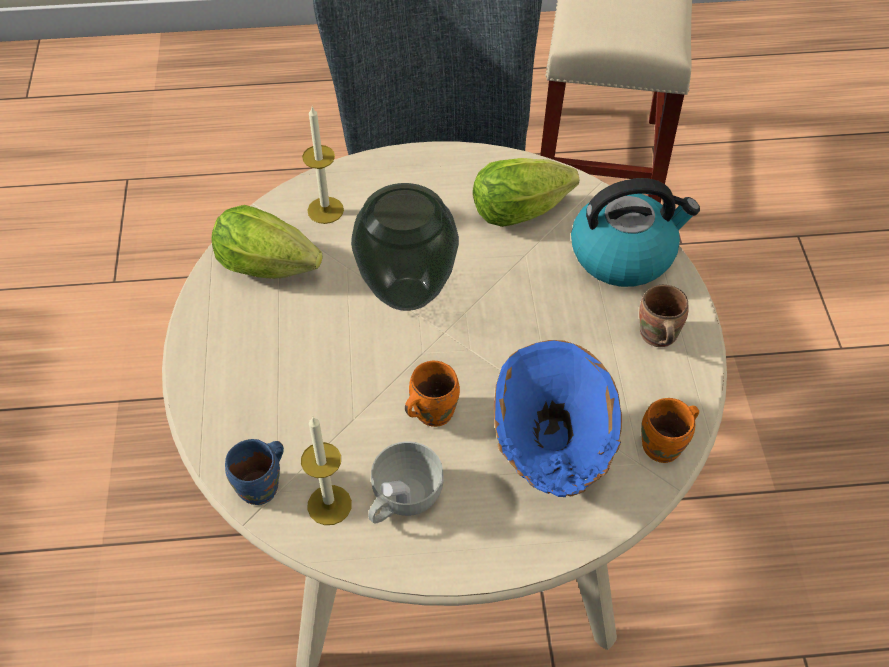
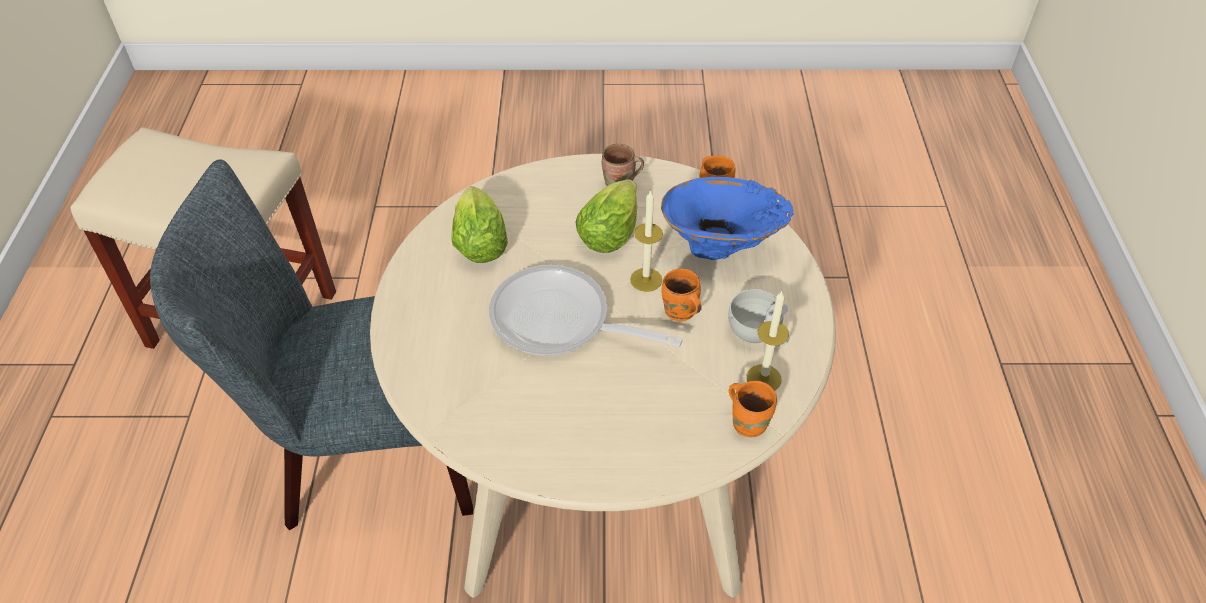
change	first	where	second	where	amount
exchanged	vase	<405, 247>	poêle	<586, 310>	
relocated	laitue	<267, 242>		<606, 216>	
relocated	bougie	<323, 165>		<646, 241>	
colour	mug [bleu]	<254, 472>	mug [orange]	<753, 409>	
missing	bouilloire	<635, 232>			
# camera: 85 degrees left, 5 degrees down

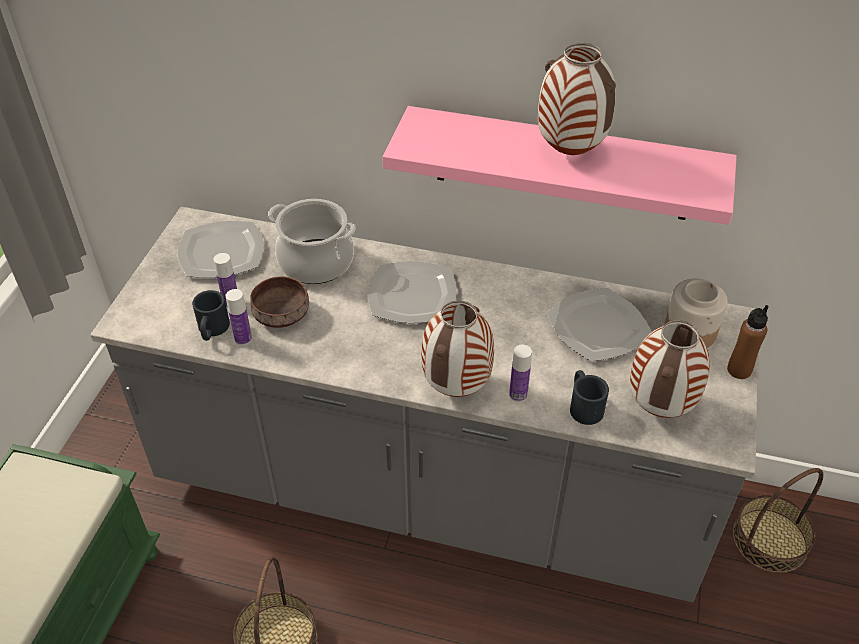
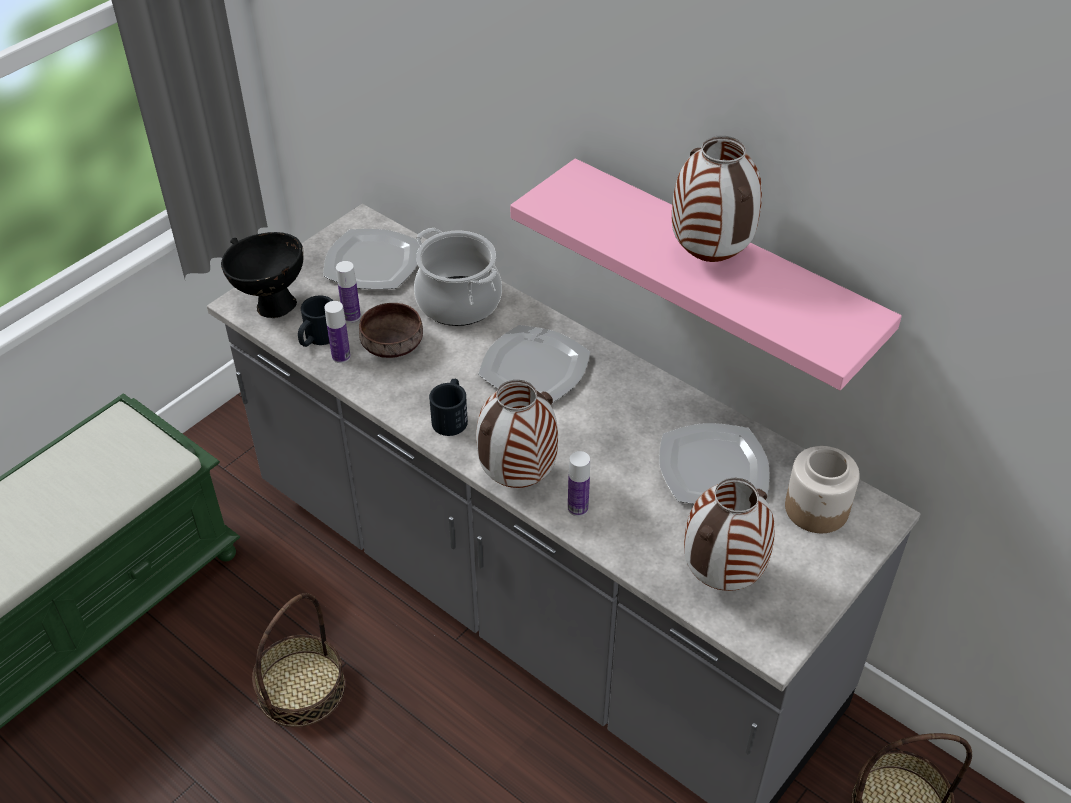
change	first	where	second	where	amount
appeared			bol [noir]	<262, 275>	
relocated	mug [noir]	<589, 397>		<448, 407>	
missing	bouteille [marron]	<748, 342>			
# camera: 25 degrees right, 0 degrees up

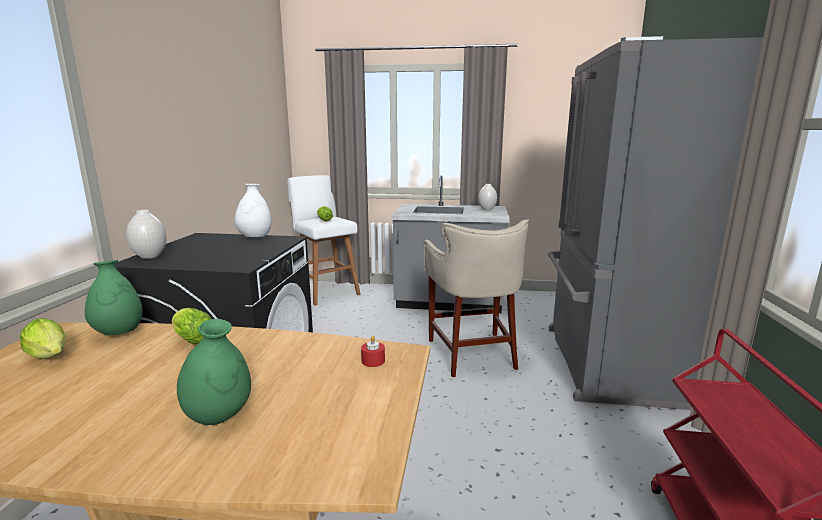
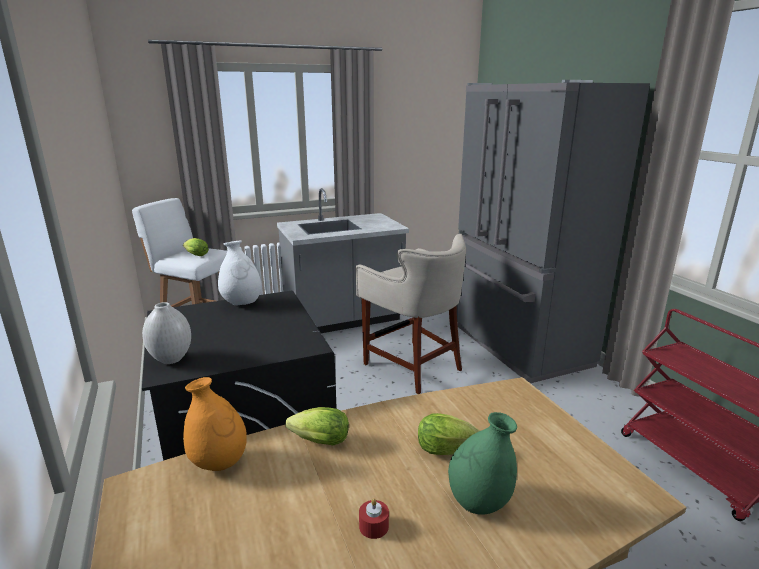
change	first	where	second	where	amount
colour	vase [vert]	<113, 298>	vase [orange]	<215, 424>	
relocated	bougie [rouge]	<373, 351>		<374, 518>	
relocated	laitue	<43, 338>		<449, 434>	
missing	vase [blanc]	<487, 197>			
# camera: 30 degrees left, 5 degrees up

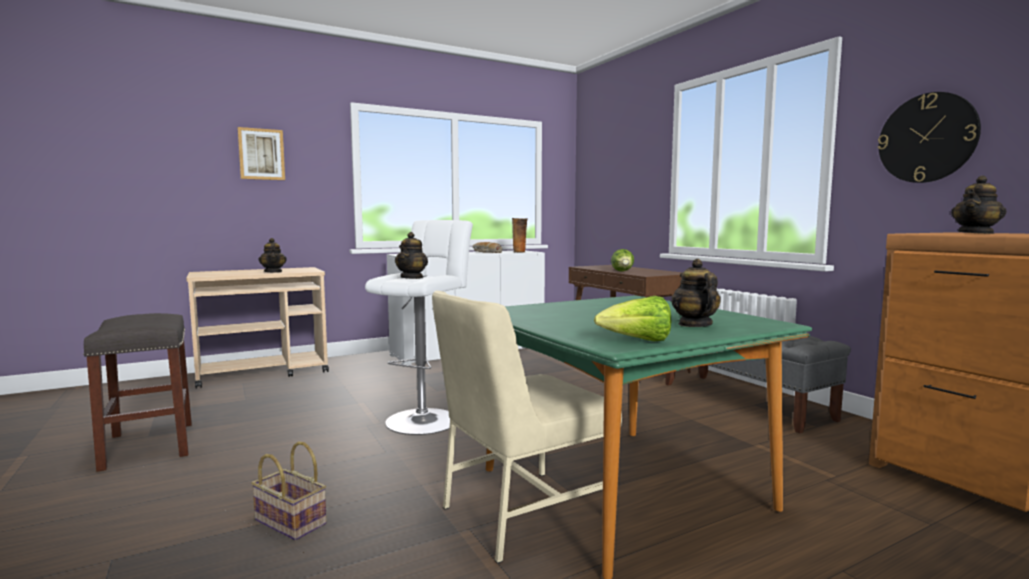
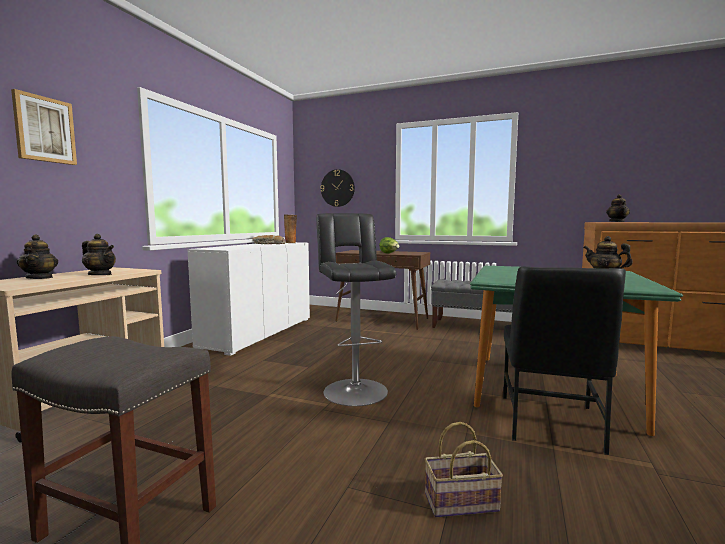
change	first	where	second	where	amount
relocated	théière	<411, 255>		<37, 257>	
colour	tabouret [blanc]	<419, 327>	tabouret [noir]	<356, 309>	
relocated	horloge murale	<929, 137>		<337, 188>	
colour	chaise [beige]	<527, 427>	chaise [noir]	<564, 361>	
missing	laitue	<632, 318>			
# camera: 40 degrees left, 0 degrees up

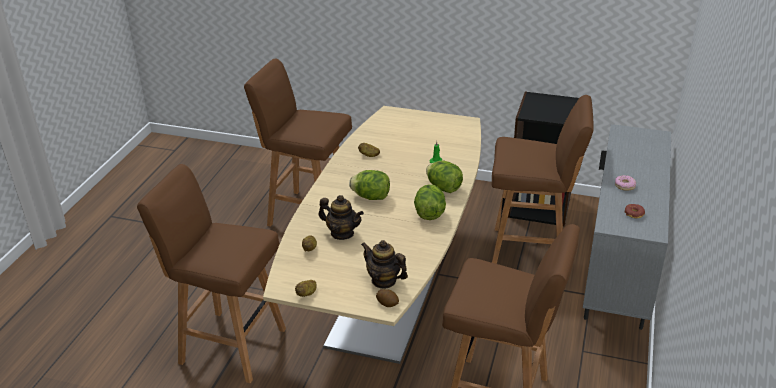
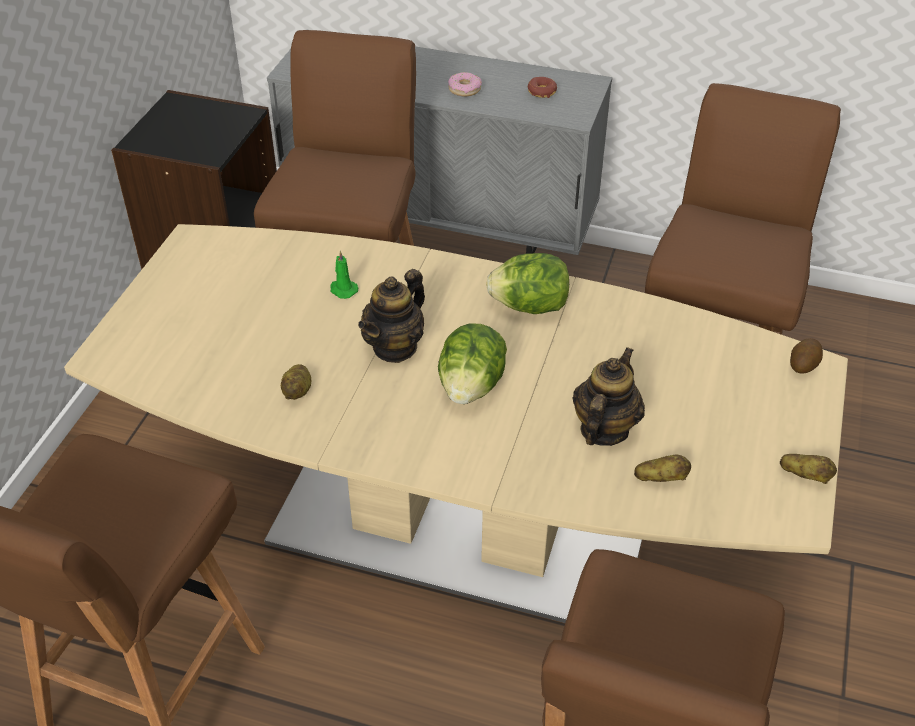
change	first	where	second	where	amount
relocated	théière	<384, 264>		<391, 316>	
missing	laitue	<444, 176>			
# camera: 90 degrees left, 10 degrees up

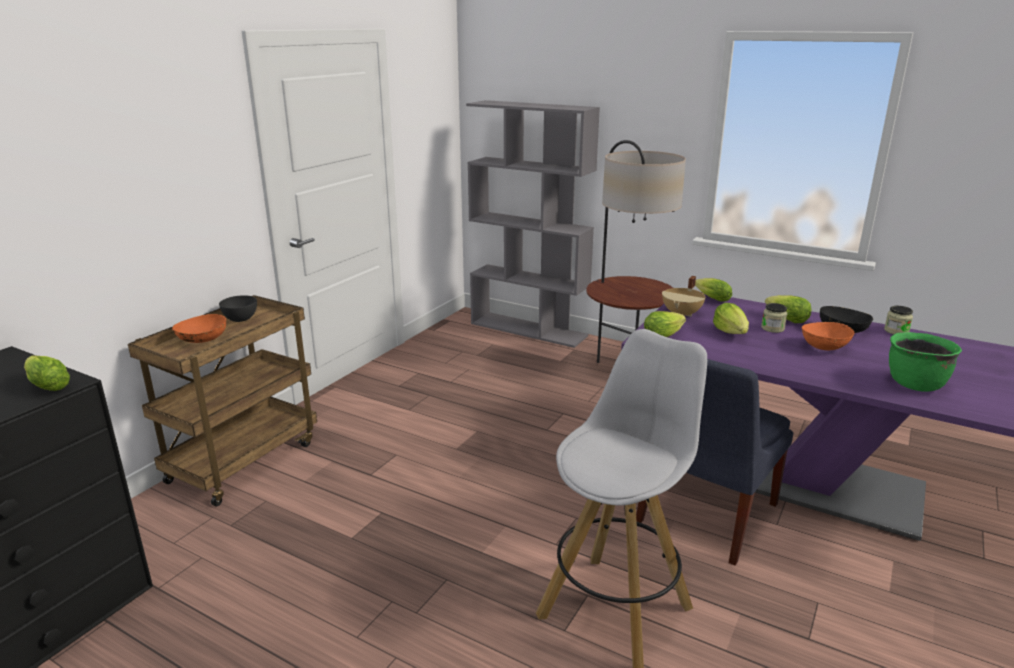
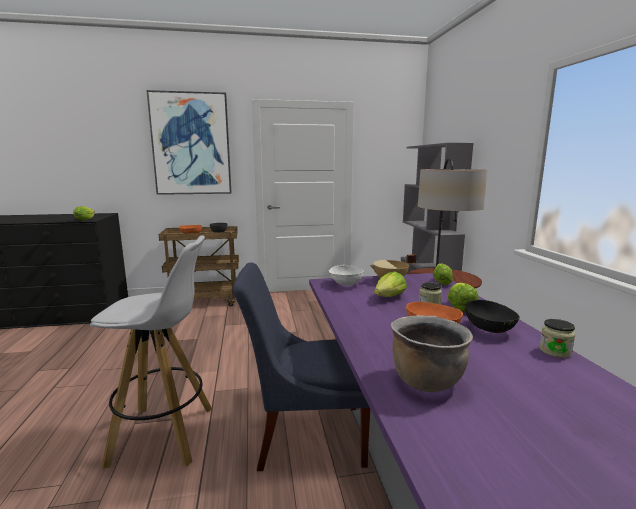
change	first	where	second	where	amount
appeared			tableau	<189, 142>	
exchanged	laitue	<665, 324>	bol [blanc]	<346, 275>	
colour	marmite [vert]	<925, 362>	marmite [marron]	<432, 353>	
# camera: 50 degrees right, 10 degrees down

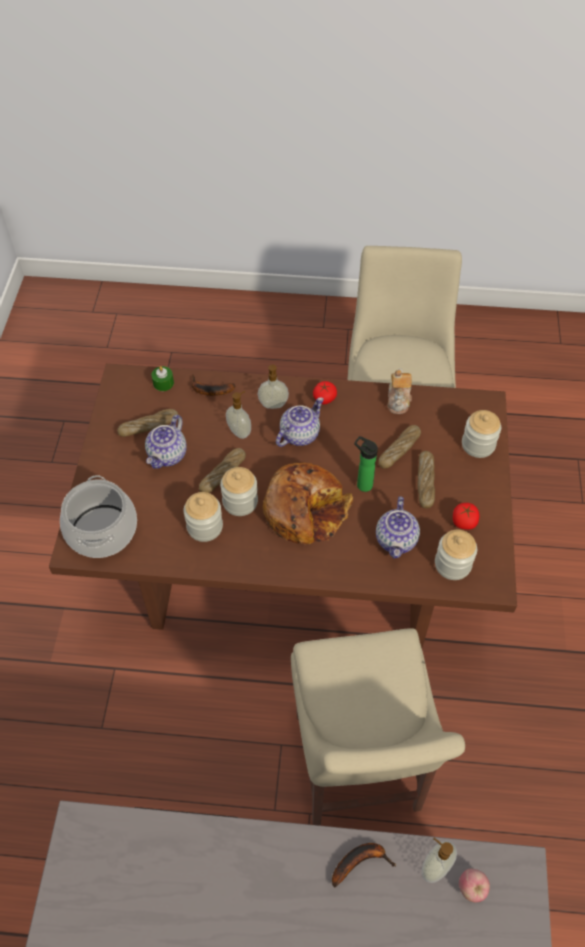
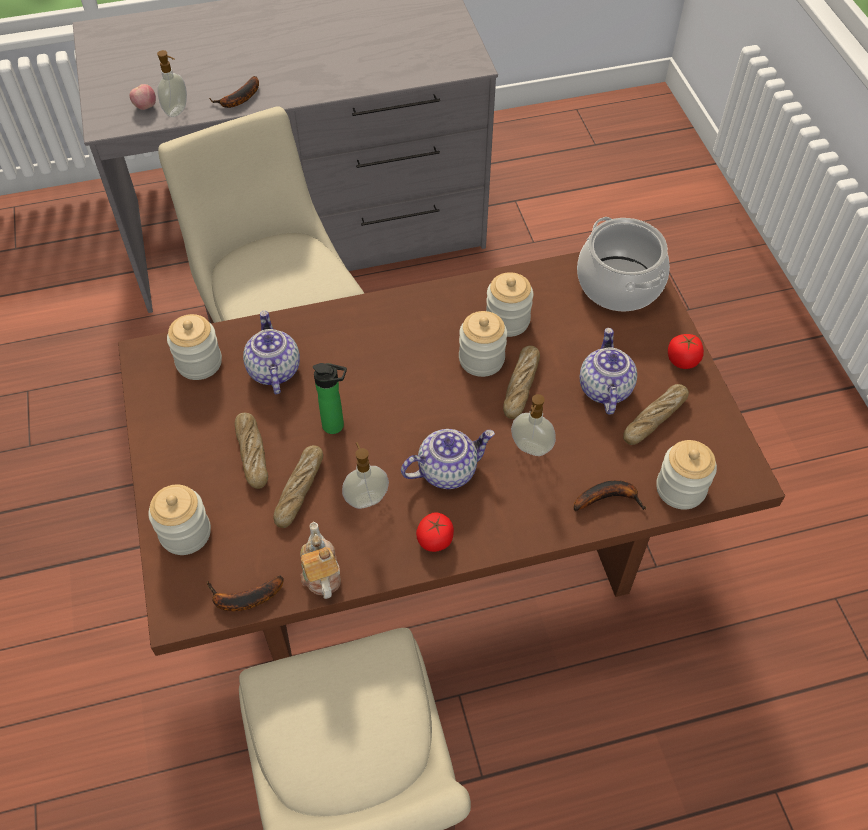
change	first	where	second	where	amount
appeared			banane	<245, 593>	
relocated	distributeur de savon	<273, 386>		<365, 475>	
spun	théière	<300, 422>		<448, 459>	135 degrees counterclockwise
exchanged	bougie [vert]	<162, 378>	bocal	<686, 475>	
relocated	tomate	<466, 516>		<686, 351>	
missing	pain	<308, 504>			
# camera: 160 degrees right, 0 degrees up

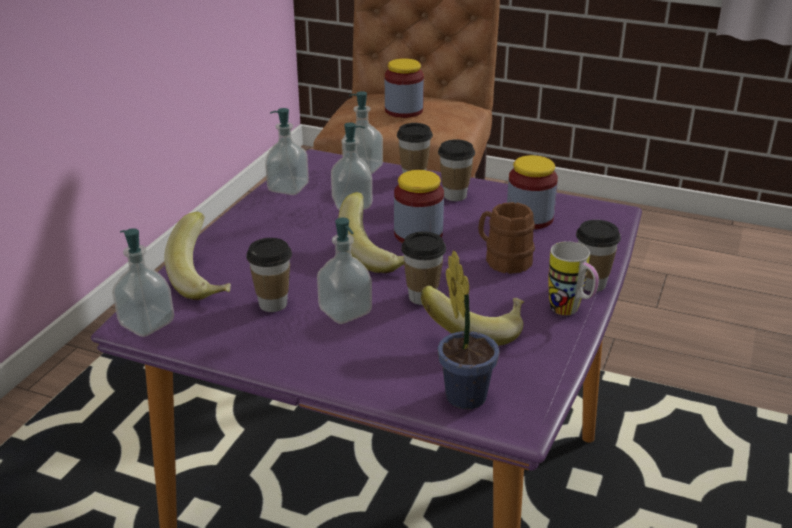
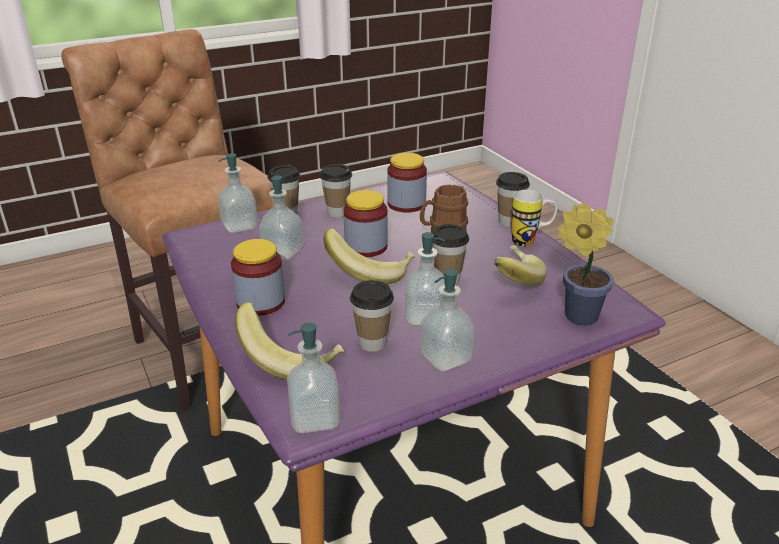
change	first	where	second	where	amount
relocated	bocal	<404, 88>		<258, 277>	
relocated	distributeur de savon	<287, 151>		<447, 320>	
# camera: 50 degrees left, 0 degrees up

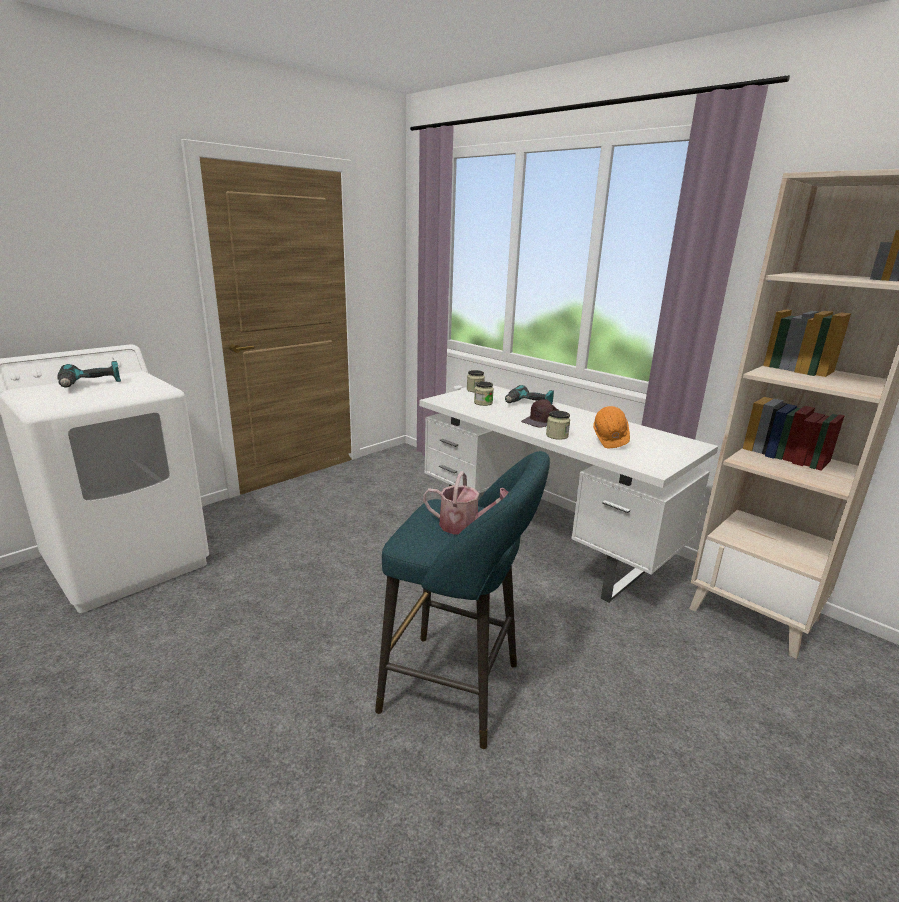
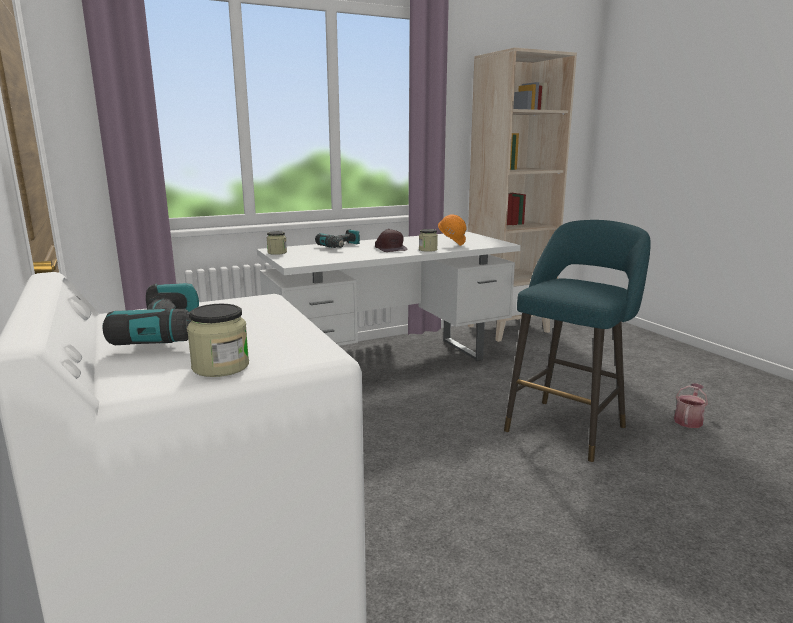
change	first	where	second	where	amount
relocated	bocal	<484, 393>		<218, 340>	
relocated	arrosoir	<466, 502>		<691, 405>	
# camera: 70 degrees left, 5 degrees down

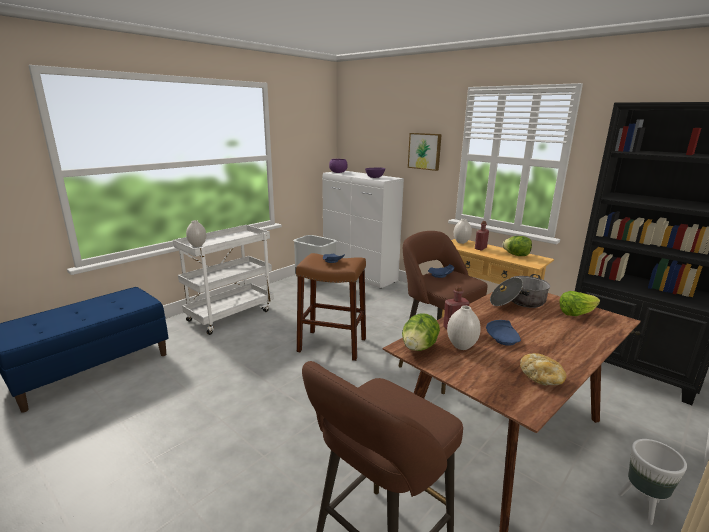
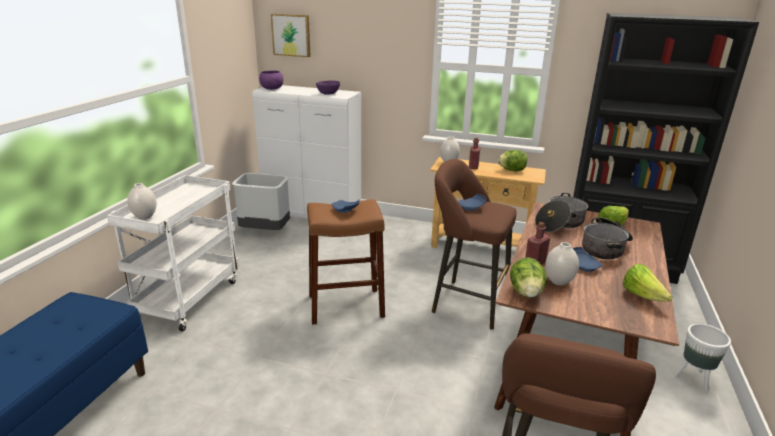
change	first	where	second	where	amount
relocated	tableau	<425, 152>		<291, 35>	
appeared			marmite	<607, 238>	
exchanged	pain	<543, 369>	laitue	<648, 283>	
# camera: 25 degrees left, 5 degrees up

